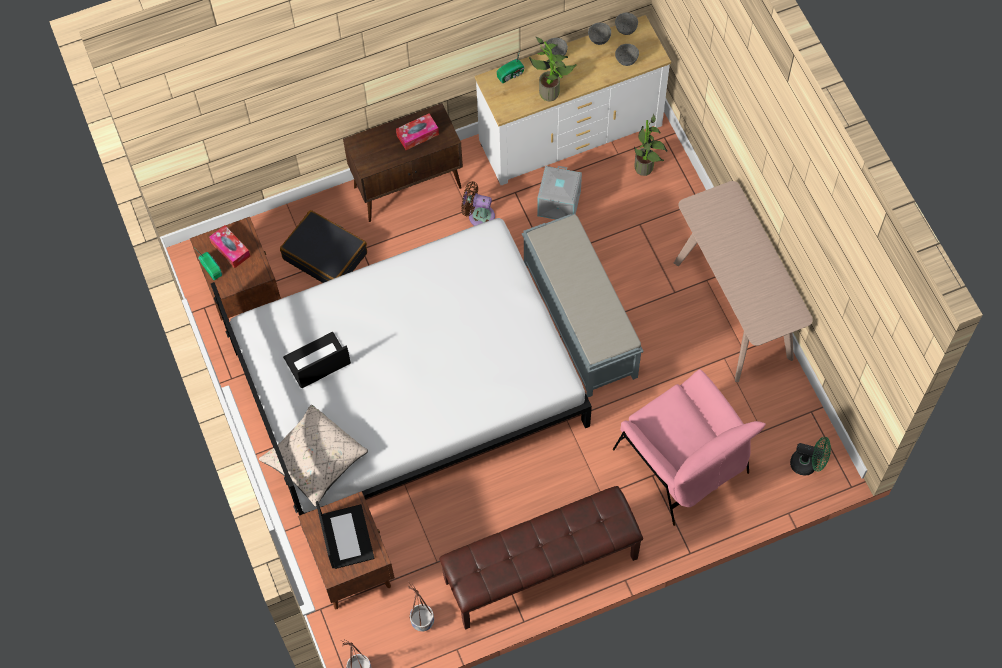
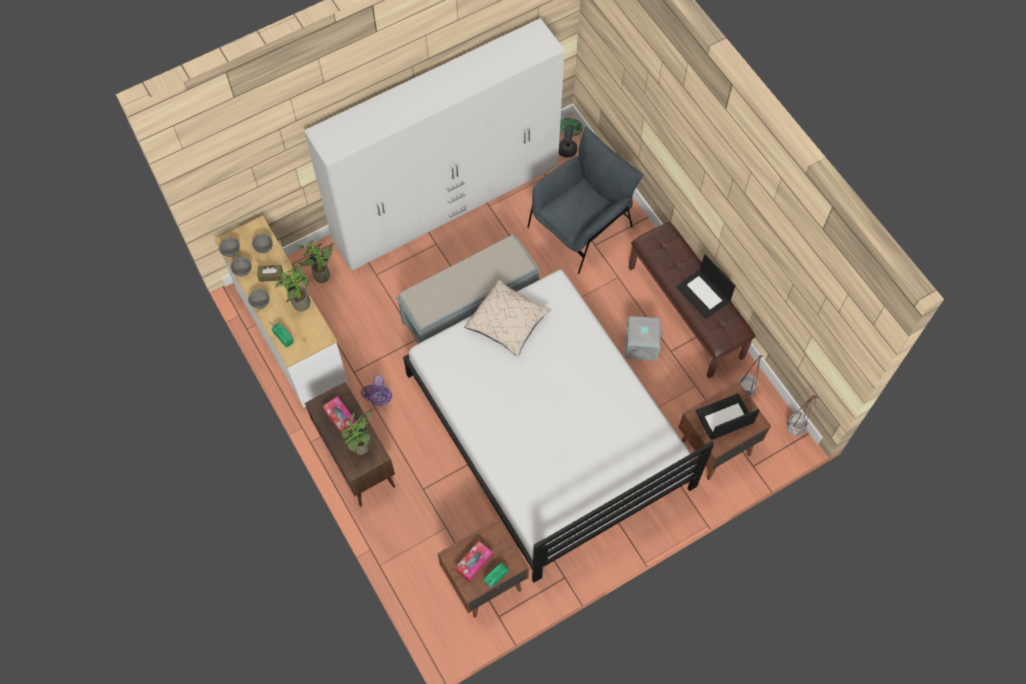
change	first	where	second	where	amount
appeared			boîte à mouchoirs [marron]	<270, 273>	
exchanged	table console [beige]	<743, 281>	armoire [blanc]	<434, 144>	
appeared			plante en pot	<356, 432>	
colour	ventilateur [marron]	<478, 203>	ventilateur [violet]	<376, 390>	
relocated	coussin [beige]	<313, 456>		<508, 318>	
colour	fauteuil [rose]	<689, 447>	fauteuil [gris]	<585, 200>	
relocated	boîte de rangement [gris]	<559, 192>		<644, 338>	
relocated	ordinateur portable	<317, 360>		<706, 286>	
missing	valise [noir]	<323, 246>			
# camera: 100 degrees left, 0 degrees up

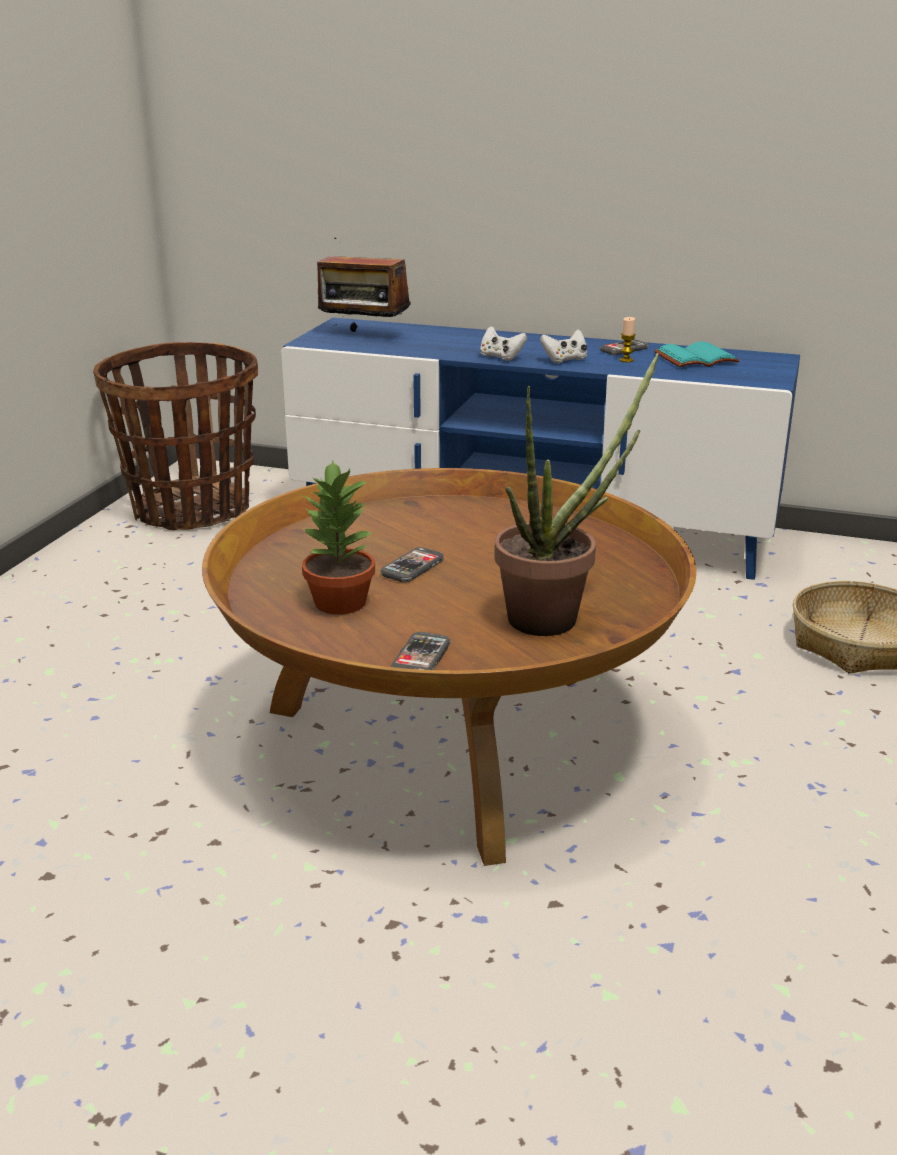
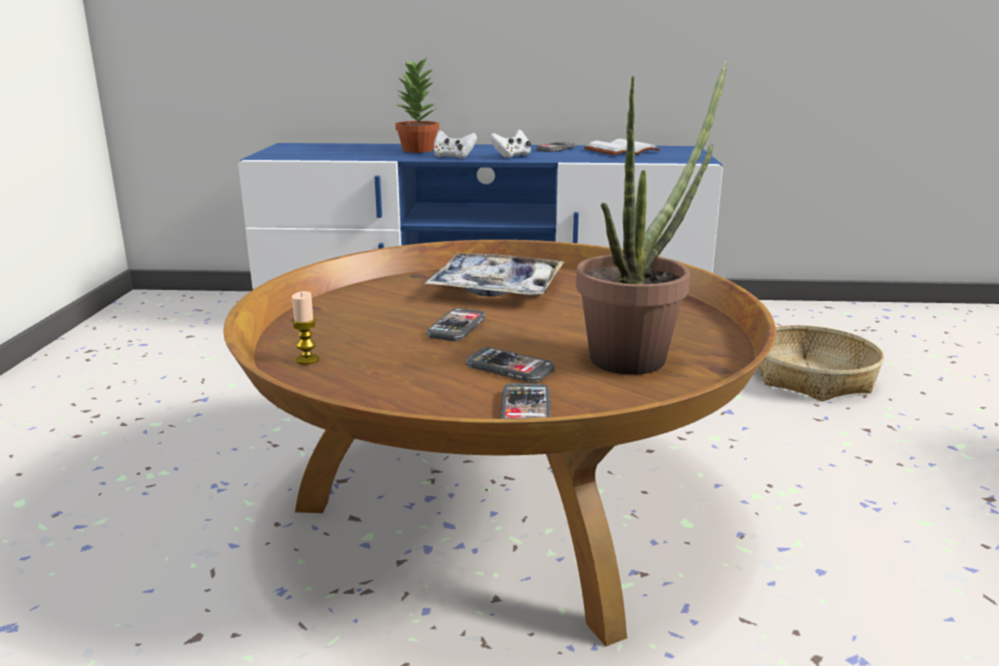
change	first	where	second	where	amount
relocated	bougie	<627, 339>		<305, 328>	
relocated	plante en pot	<338, 537>		<416, 105>	
appeared			plateau	<494, 275>	
appeared			téléphone	<510, 364>	
colour	livre [turquoise]	<697, 354>	livre [blanc]	<622, 147>	
missing	panier	<175, 436>			
missing	radio	<364, 285>			
# camera: 15 degrees left, 5 degrees down

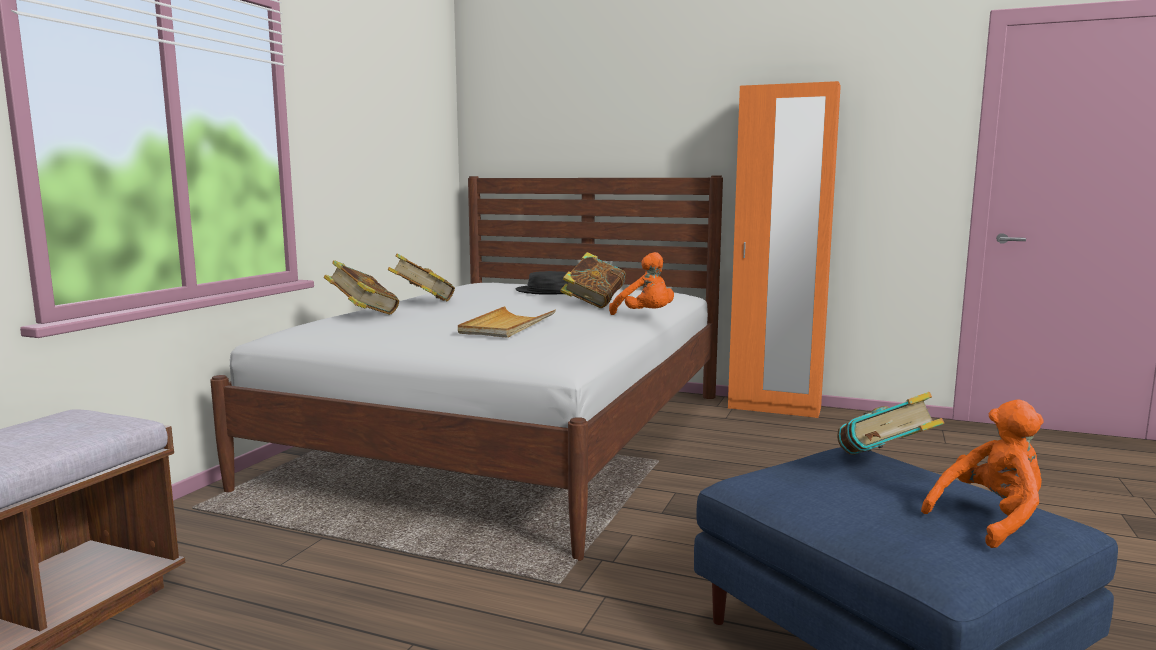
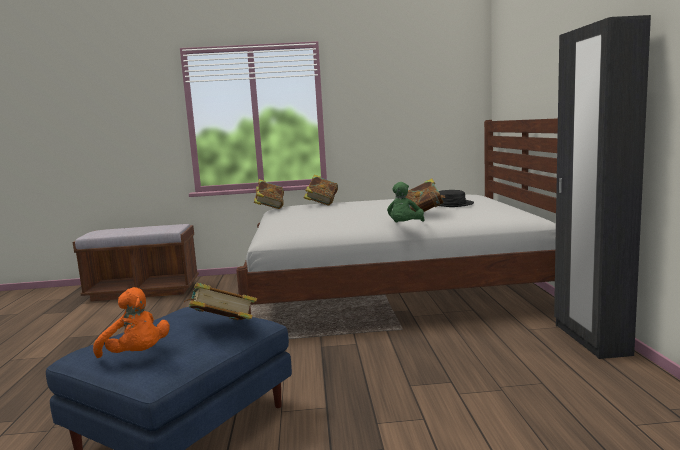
change	first	where	second	where	amount
relocated	livre	<421, 277>		<269, 194>	
colour	peluche [orange]	<641, 283>	peluche [vert]	<406, 202>	
colour	armoire [orange]	<784, 249>	armoire [noir]	<602, 187>	
missing	plateau [beige]	<507, 322>			
# camera: 65 degrees right, 0 degrees up

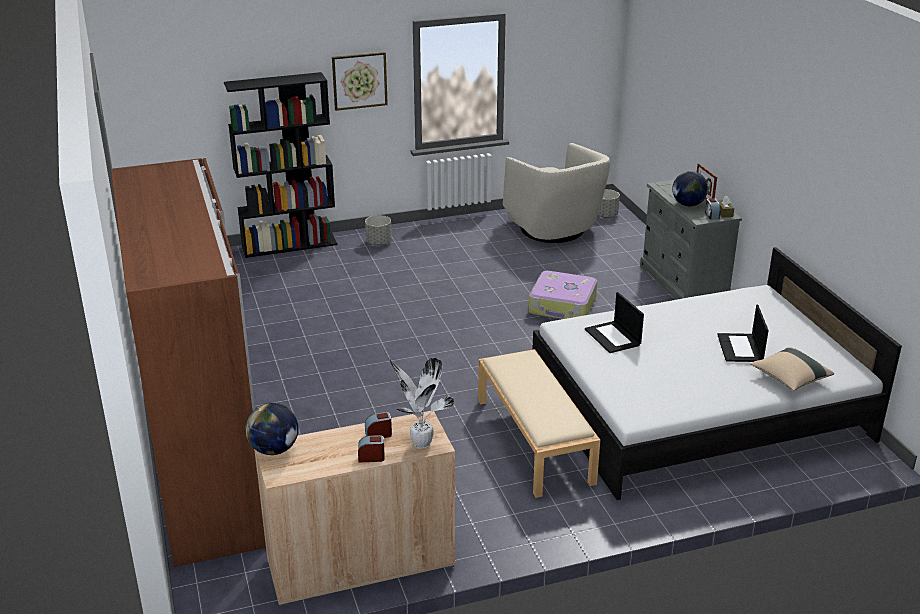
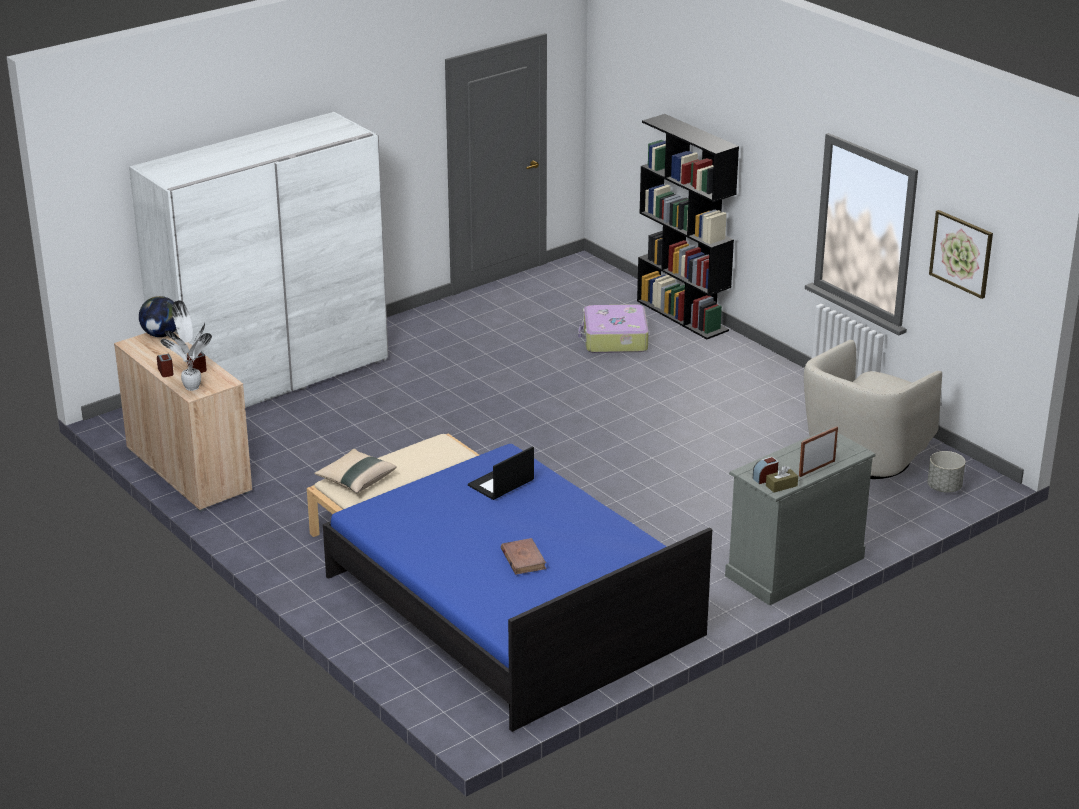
change	first	where	second	where	amount
colour	armoire [marron]	<188, 362>	armoire [blanc]	<258, 260>	
relocated	coussin [beige]	<792, 369>		<355, 471>	
colour	lit [blanc]	<717, 373>	lit [bleu]	<517, 588>	
exchanged	ordinateur portable	<743, 333>	livre [marron]	<523, 556>	
relocated	valise	<563, 295>		<613, 328>	
relocated	tableau	<360, 81>		<961, 254>	
missing	cache-pot [gris]	<378, 230>			
missing	globe	<690, 188>			
# camera: 70 degrees right, 0 degrees up

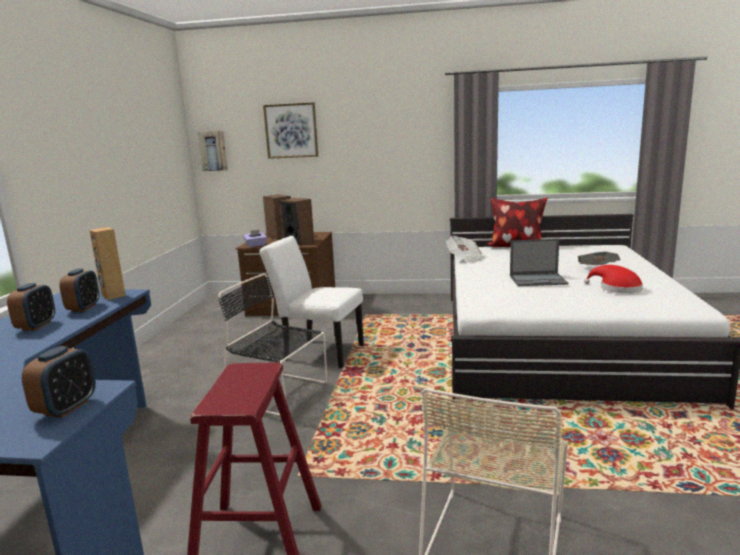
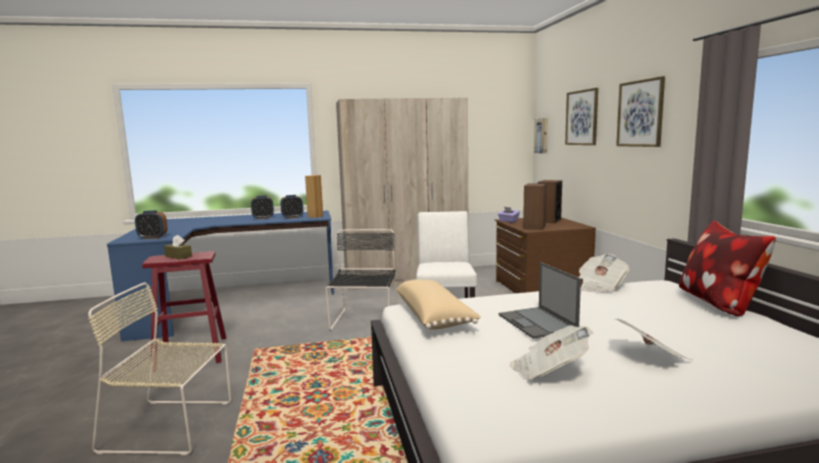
change	first	where	second	where	amount
appeared			boîte à mouchoirs [marron]	<178, 247>	
appeared			armoire [beige]	<402, 194>	
appeared			coussin [beige]	<438, 304>	
exchanged	chapeau [rouge]	<613, 279>	journal	<551, 352>	
appeared			tableau	<640, 111>	
# camera: 70 degrees right, 5 degrees down

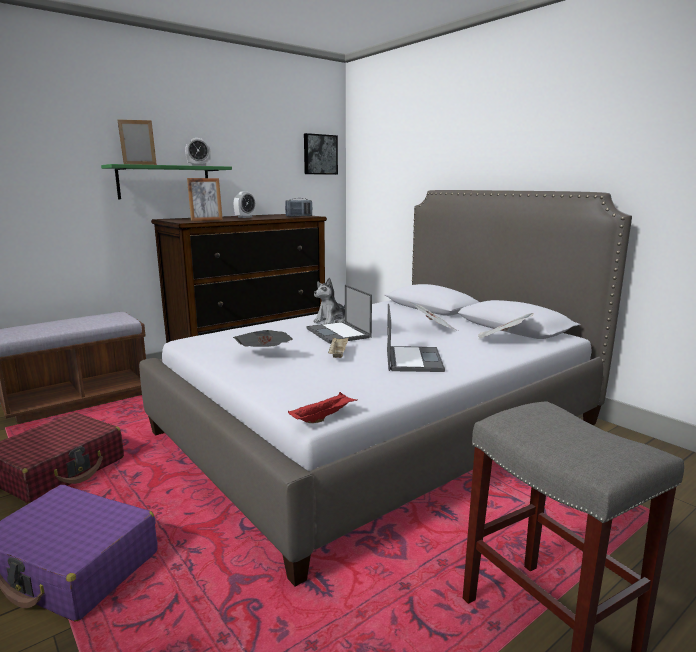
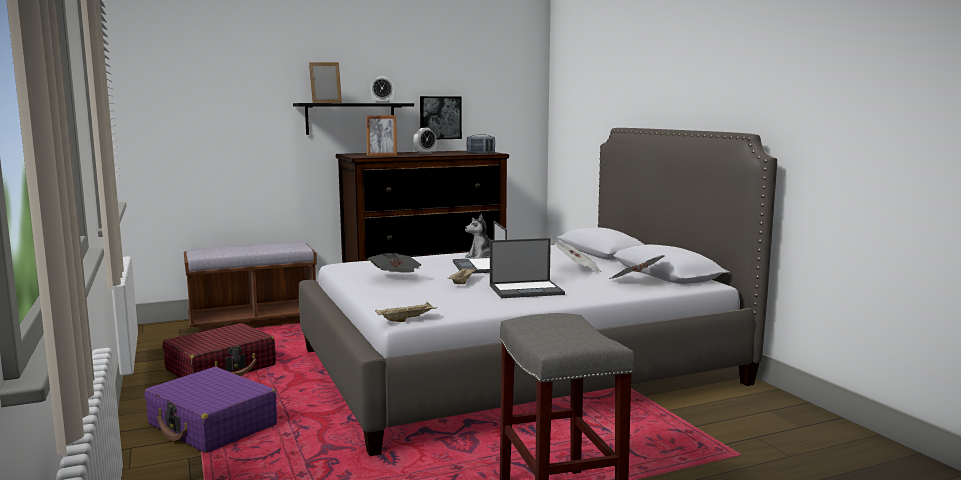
change	first	where	second	where	amount
colour	étagère [vert]	<166, 181>	étagère [noir]	<353, 119>	
colour	plateau [rouge]	<323, 407>	plateau [beige]	<405, 312>	
relocated	tableau	<321, 154>		<441, 117>	
spun	ordinateur portable	<416, 338>		<527, 268>	60 degrees clockwise
# camera: 15 degrees right, 5 degrees down

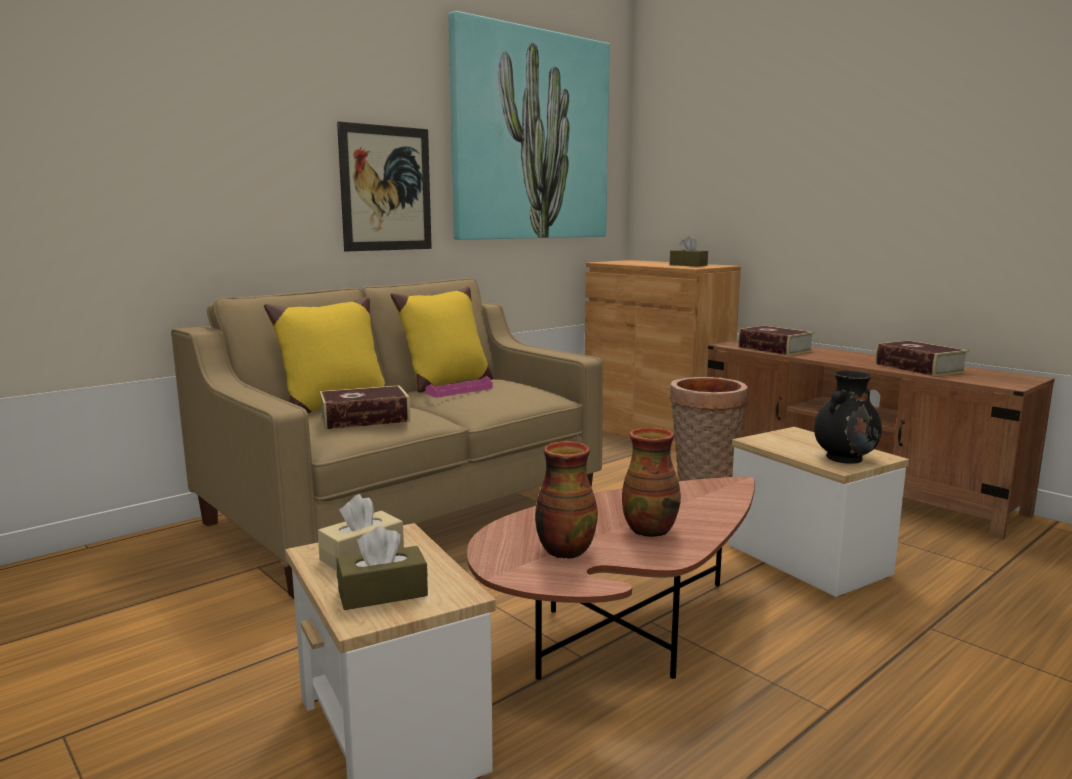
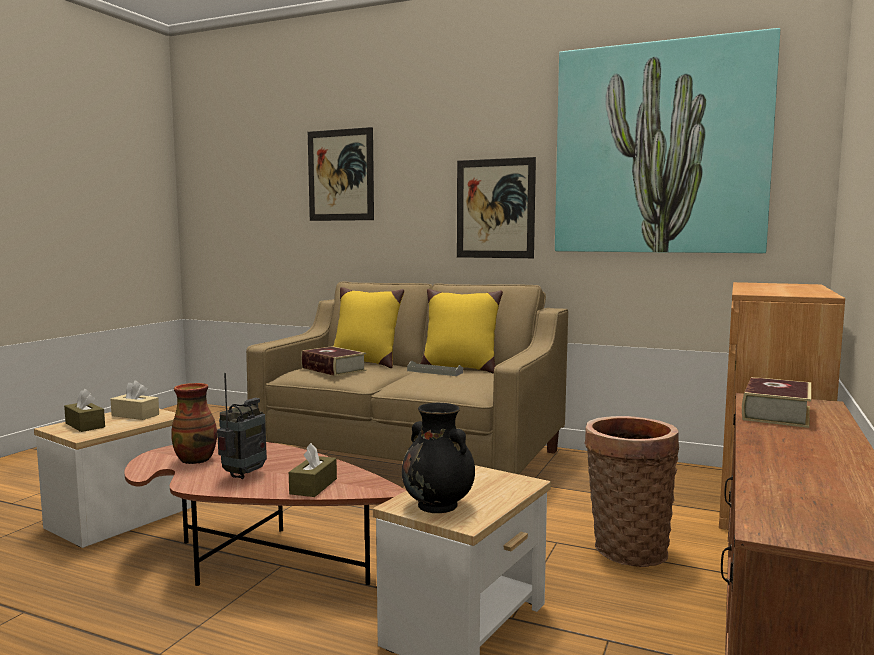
change	first	where	second	where	amount
exchanged	vase	<651, 482>	radio	<242, 426>	
relocated	boîte à mouchoirs [marron]	<689, 251>		<313, 470>	
appeared			tableau	<341, 174>	
colour	plateau [rose]	<459, 387>	plateau [gris]	<435, 368>	
missing	livre	<922, 358>			
# camera: 65 degrees right, 5 degrees down

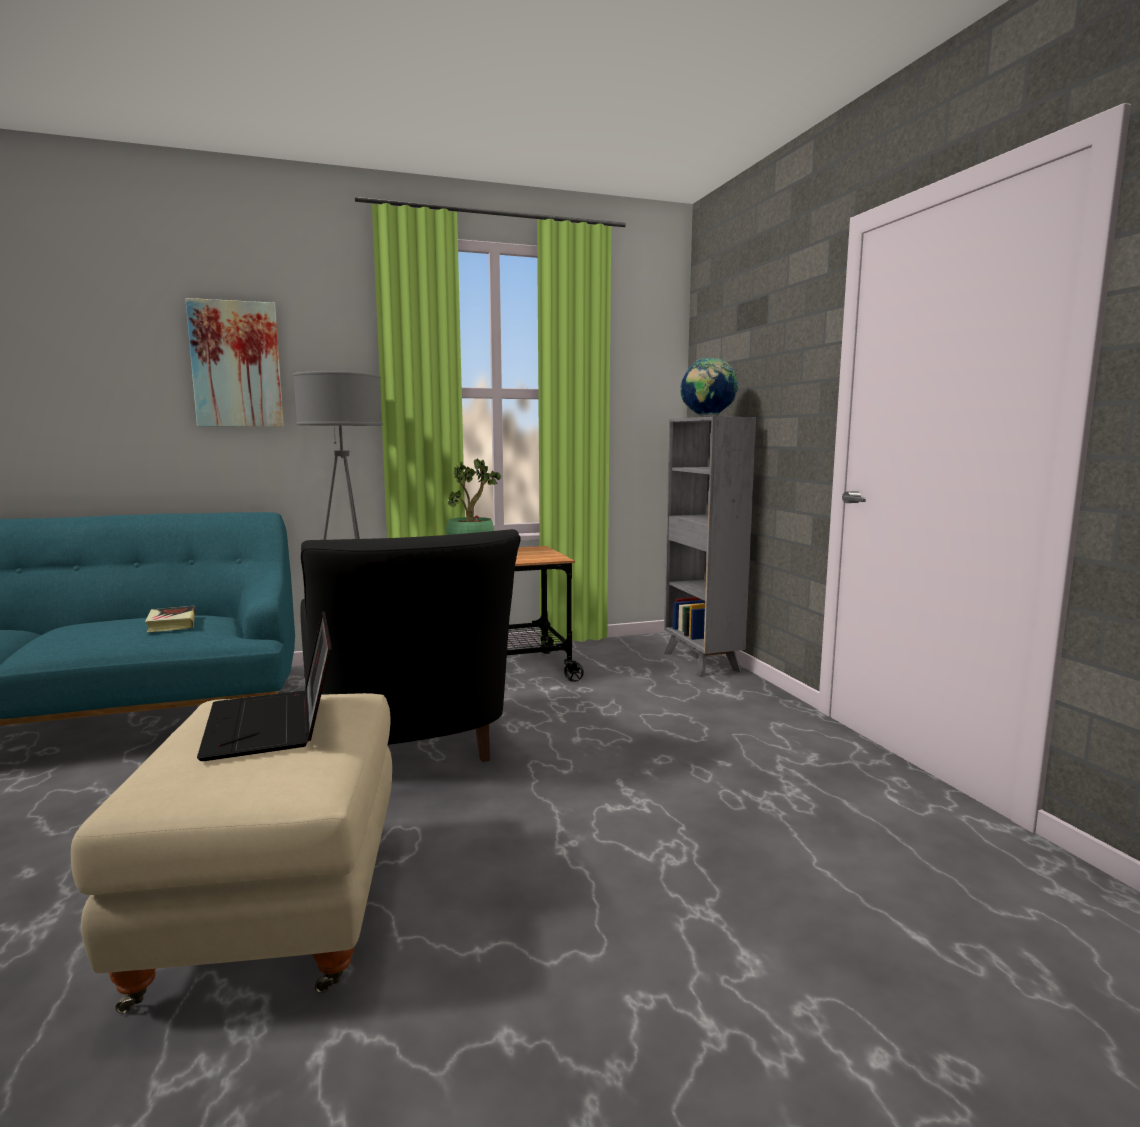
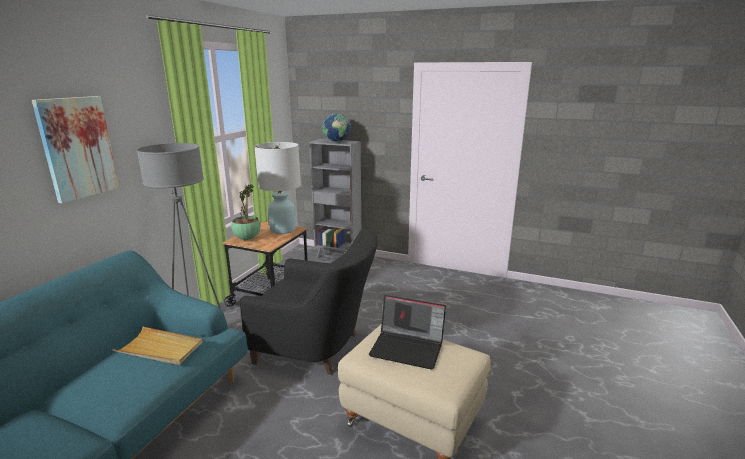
change	first	where	second	where	amount
exchanged	livre	<170, 619>	plateau [beige]	<157, 346>	
appeared			lampe de table [blanc]	<277, 188>	
# camera: 50 degrees left, 10 degrees up

